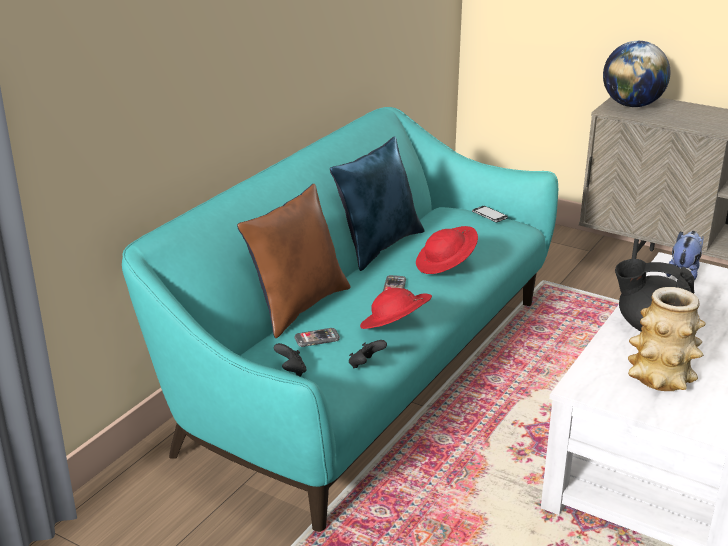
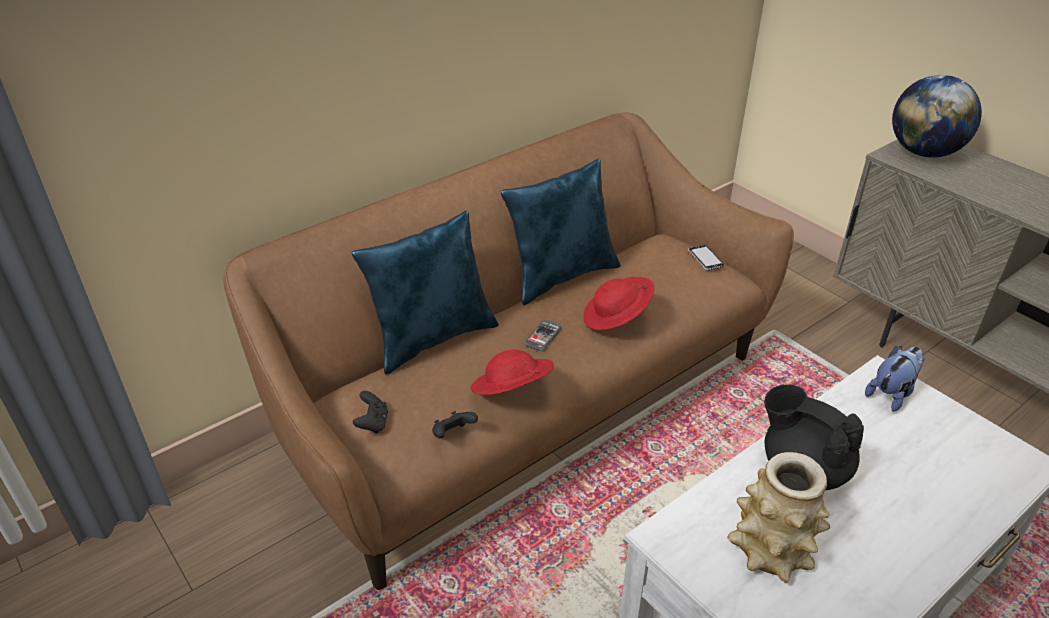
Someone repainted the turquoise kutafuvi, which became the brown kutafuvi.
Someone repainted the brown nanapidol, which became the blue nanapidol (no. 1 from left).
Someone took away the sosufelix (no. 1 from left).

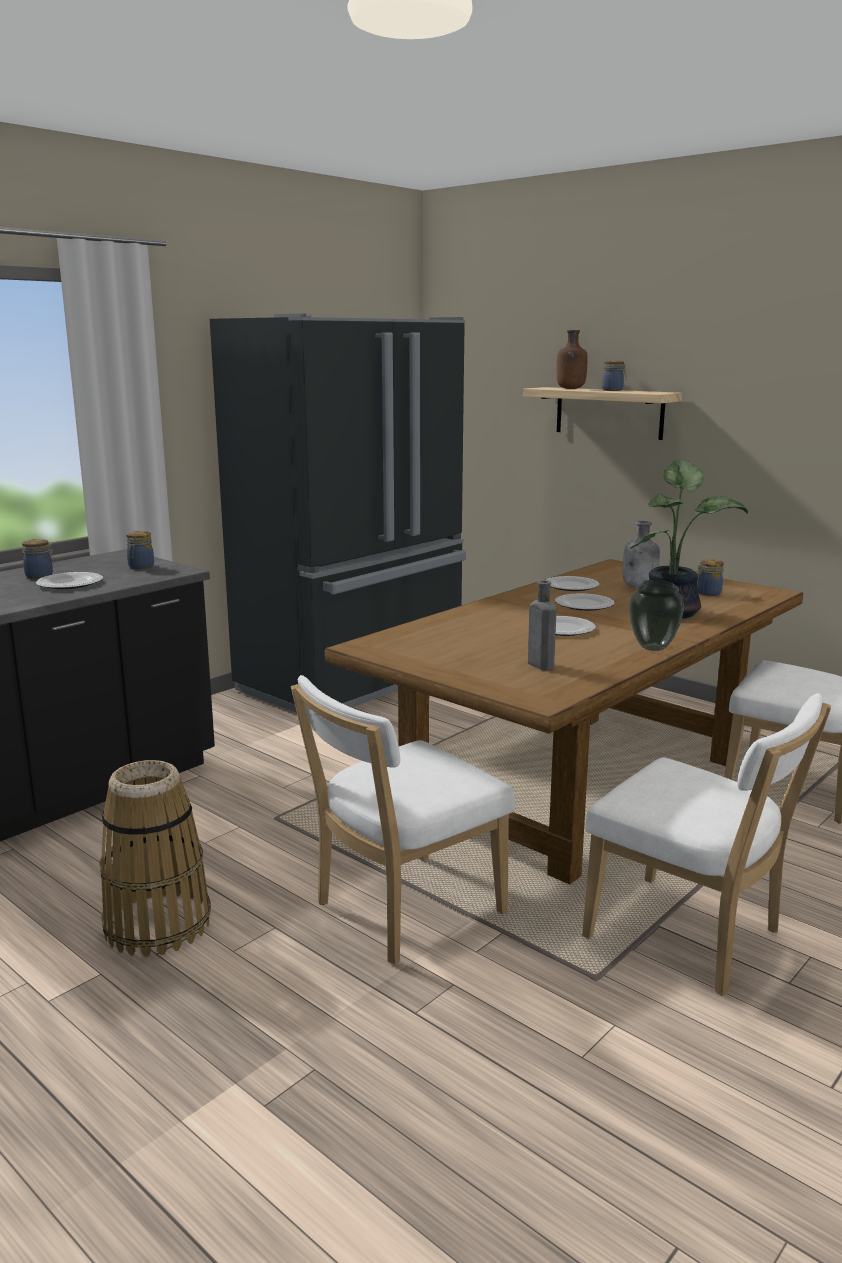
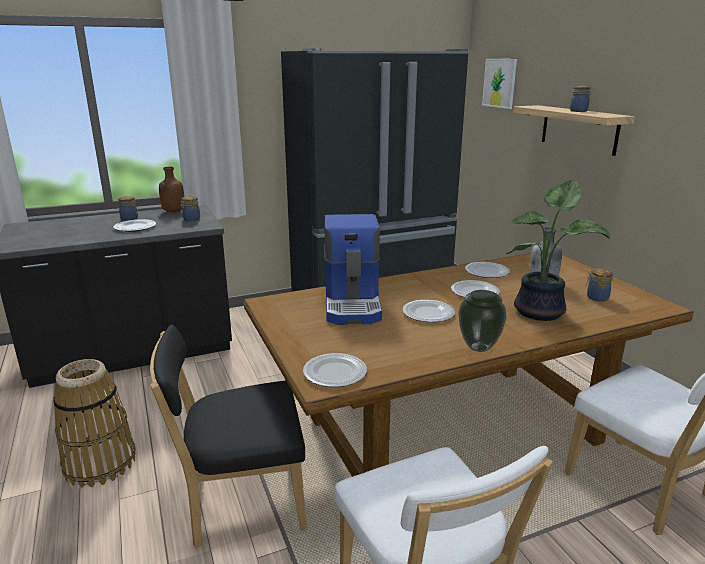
Someone repainted the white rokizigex (no. 1 from left), which became the black rokizigex.
Someone carried the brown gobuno.
Someone put down the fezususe (no. 2 from left).
Someone put down the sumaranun.
Someone put up the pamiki.
Someone took away the grey gobuno (no. 1 from left).

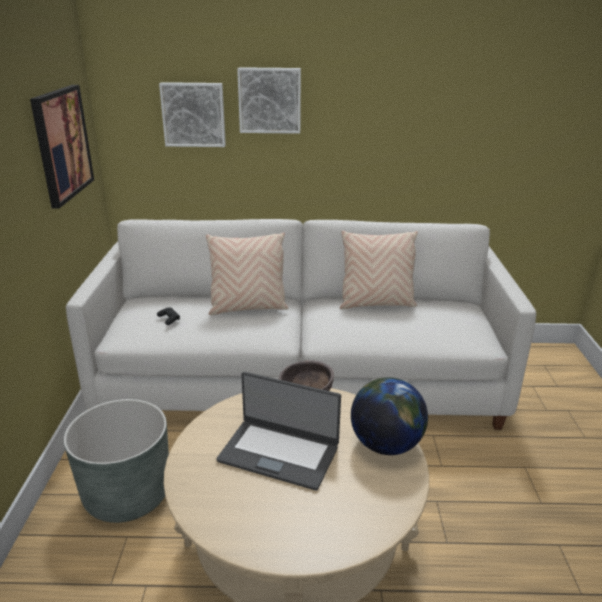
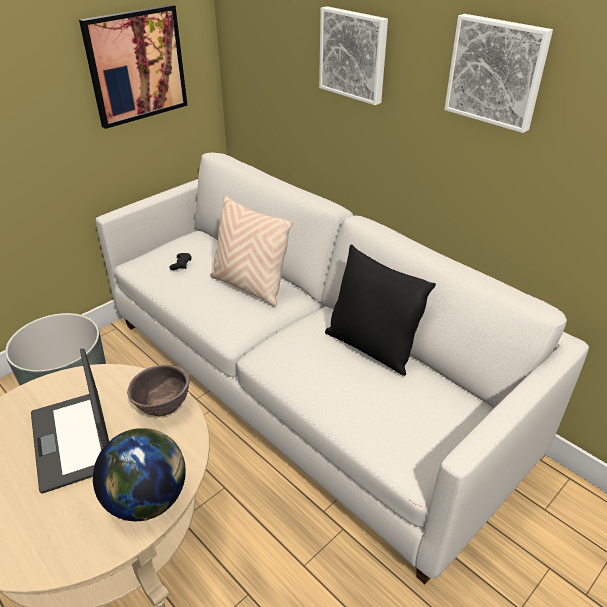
Someone repainted the beige nanapidol (no. 2 from left), which became the black nanapidol.
Someone carried the pamiki (no. 2 from left in the first image).

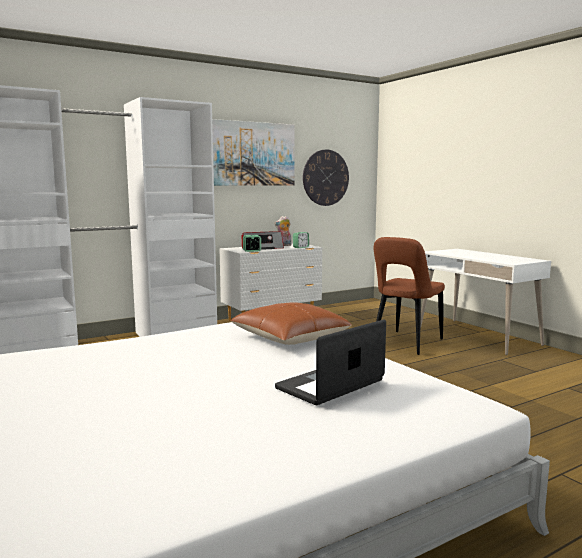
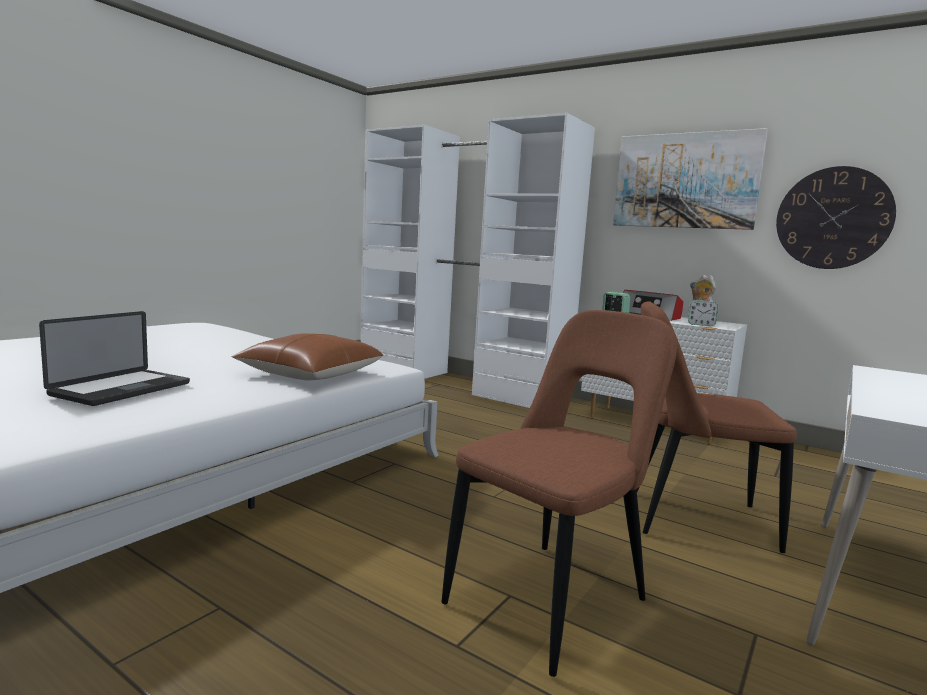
Someone rotated the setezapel by 90 degrees clockwise.
Someone put down the brown rokizigex (no. 1 from left).

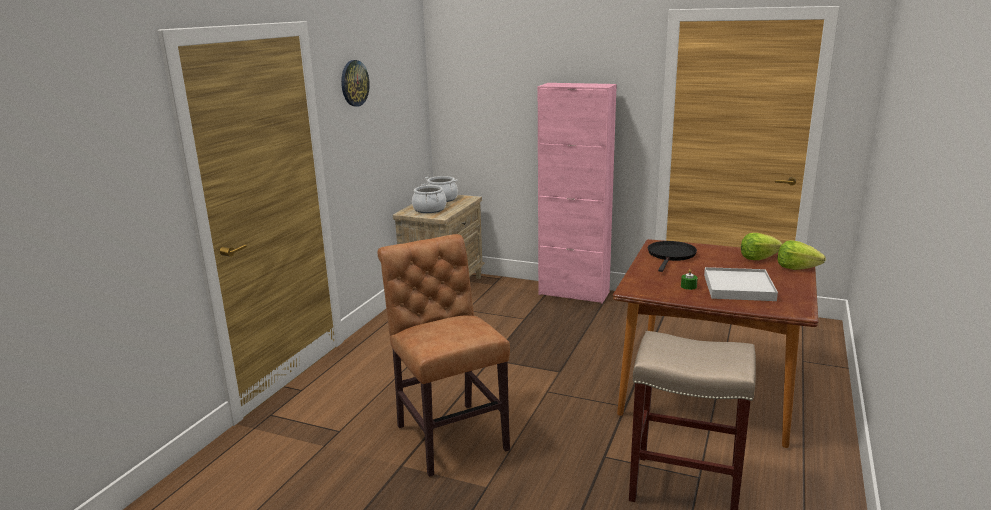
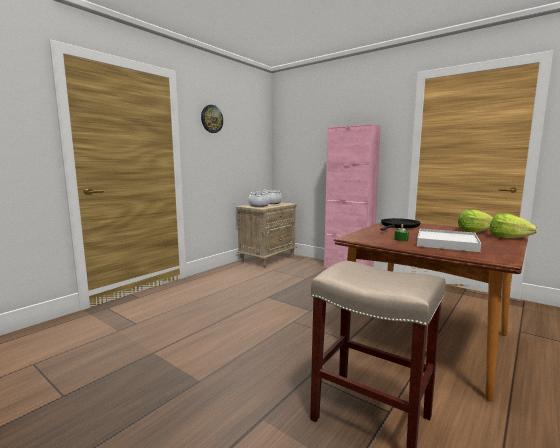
Someone took away the brown rokizigex.

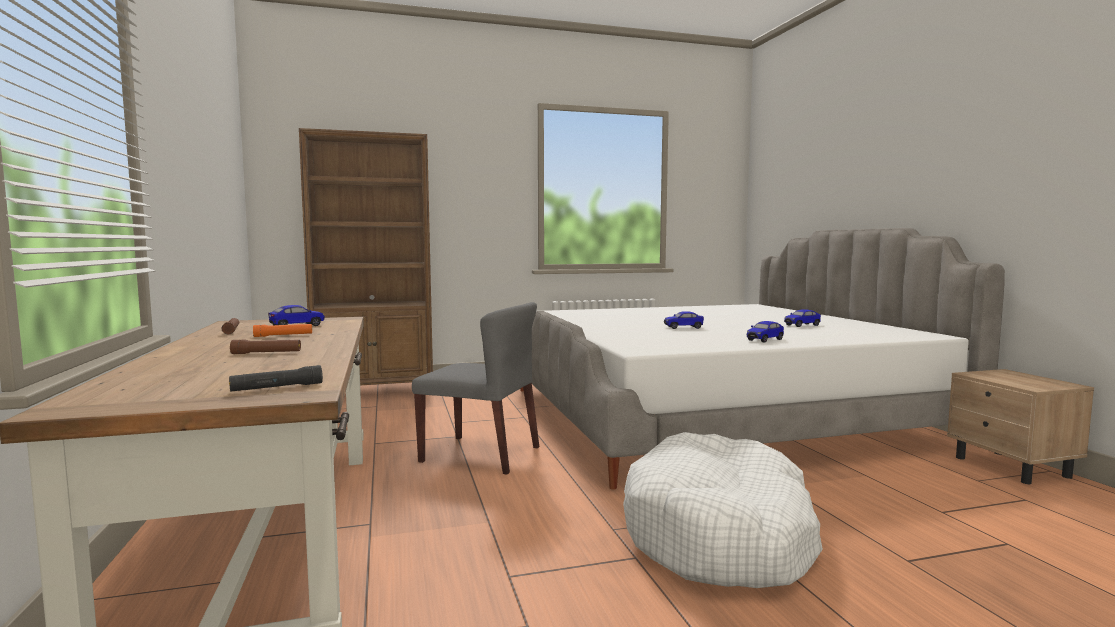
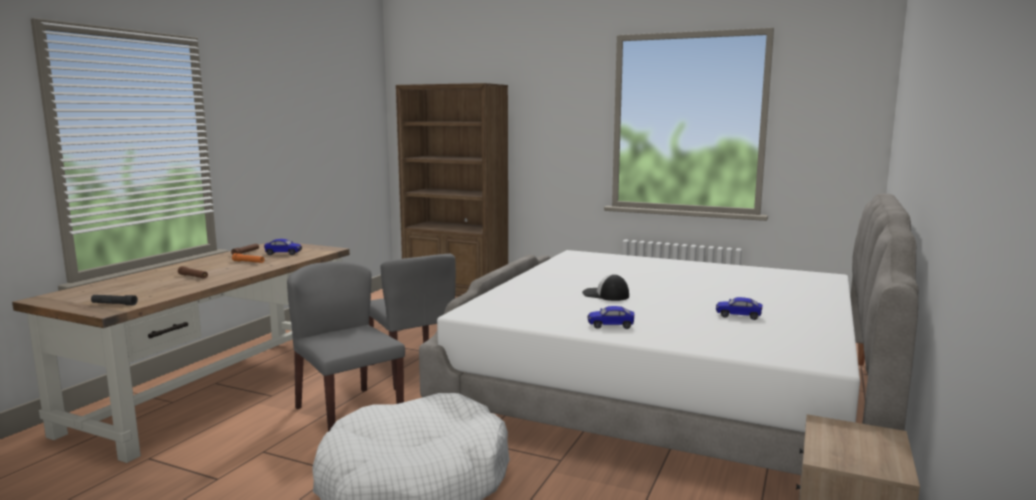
Someone put down the grey rokizigex (no. 1 from left).
Someone swapped the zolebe (no. 2 from left) for the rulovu.

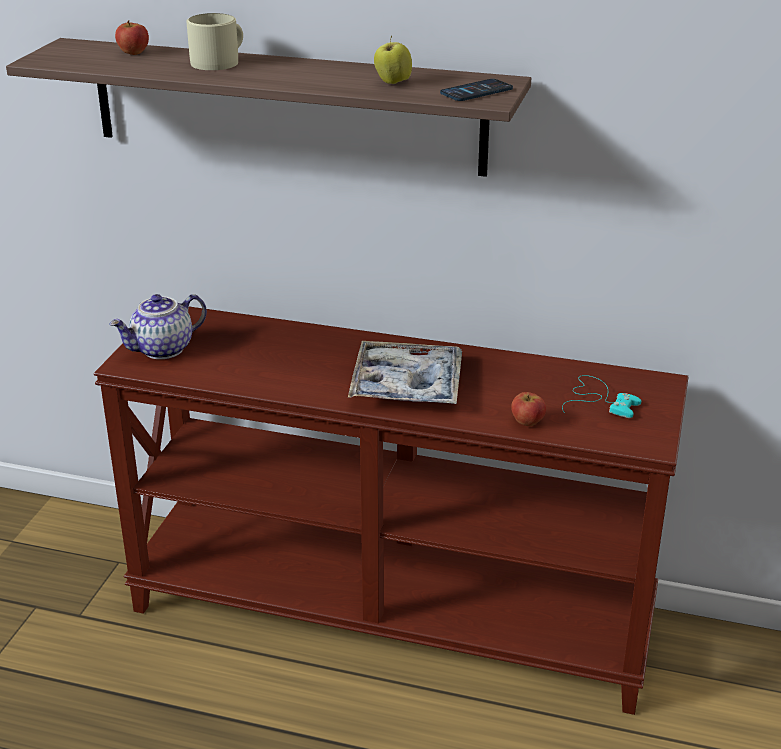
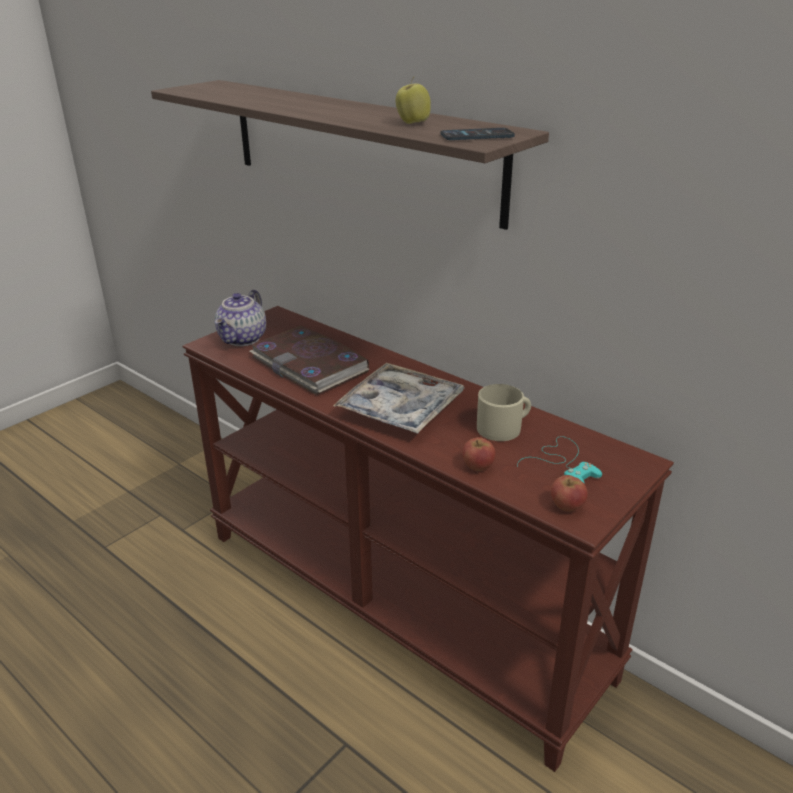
Someone rotated the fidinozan by 60 degrees counterclockwise.
Someone put down the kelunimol.
Someone carried the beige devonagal.
Someone carried the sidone (no. 1 from left in the first image).

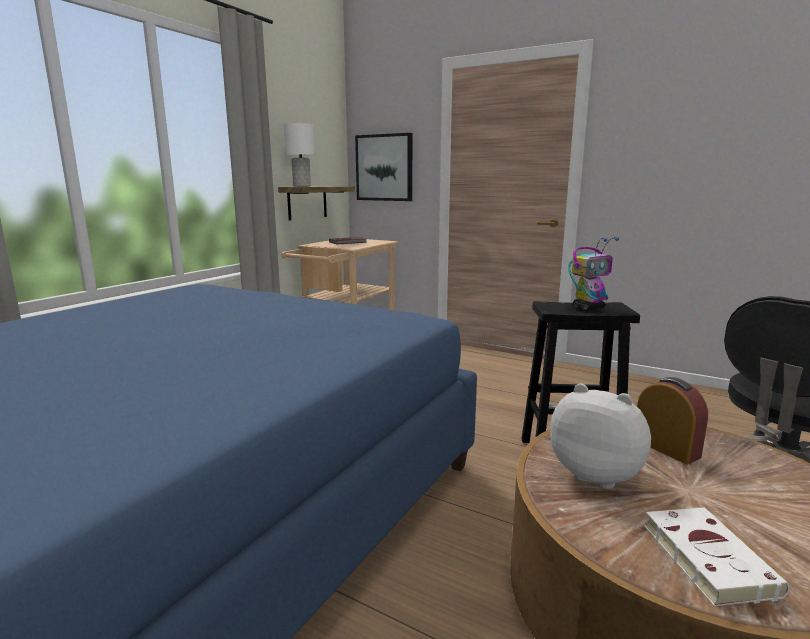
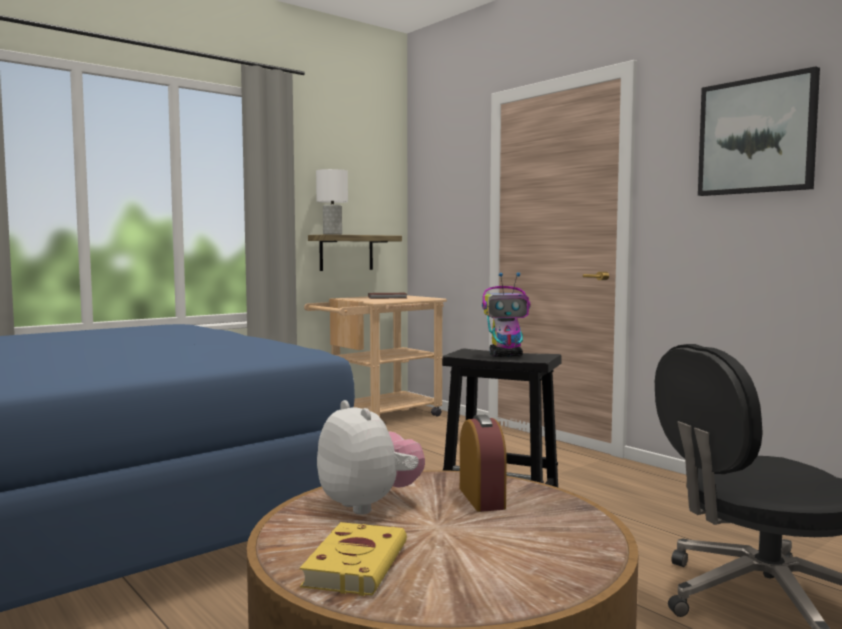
Someone repainted the white kelunimol, which became the yellow kelunimol.
Someone carried the pamiki.

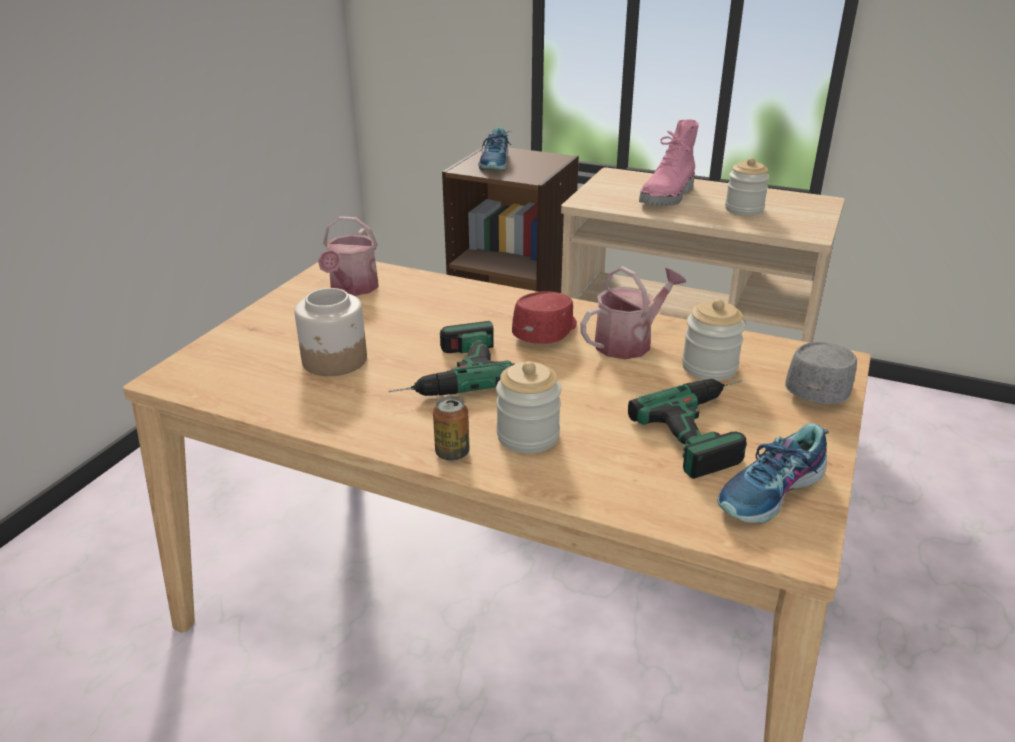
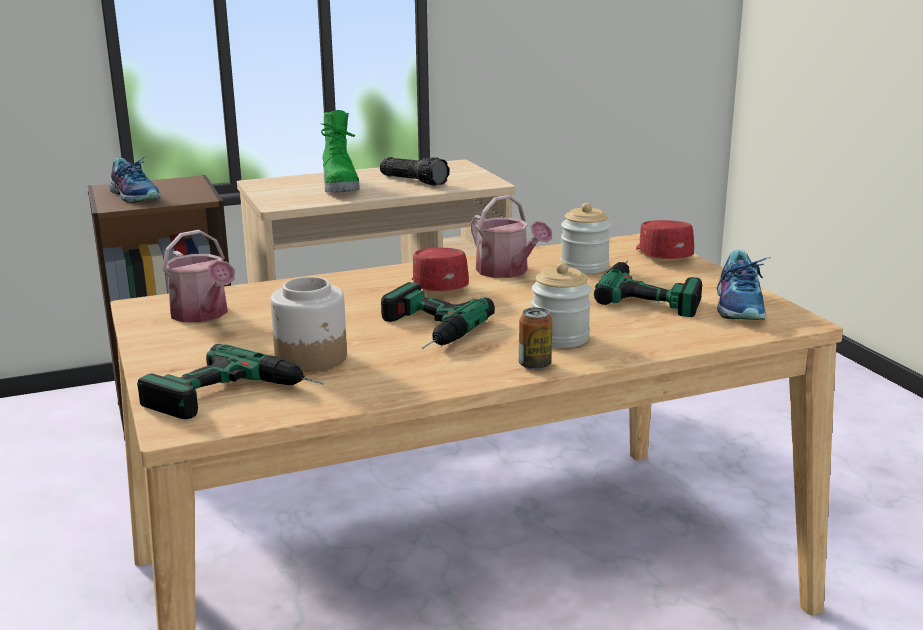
Someone put down the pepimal (no. 1 from left).
Someone repainted the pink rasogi, which became the green rasogi.
Someone swapped the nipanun (no. 4 from left) for the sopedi.
Someone rotated the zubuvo (no. 2 from left) by 135 degrees clockwise.
Someone repainted the grey rulovu, which became the red rulovu (no. 2 from left).

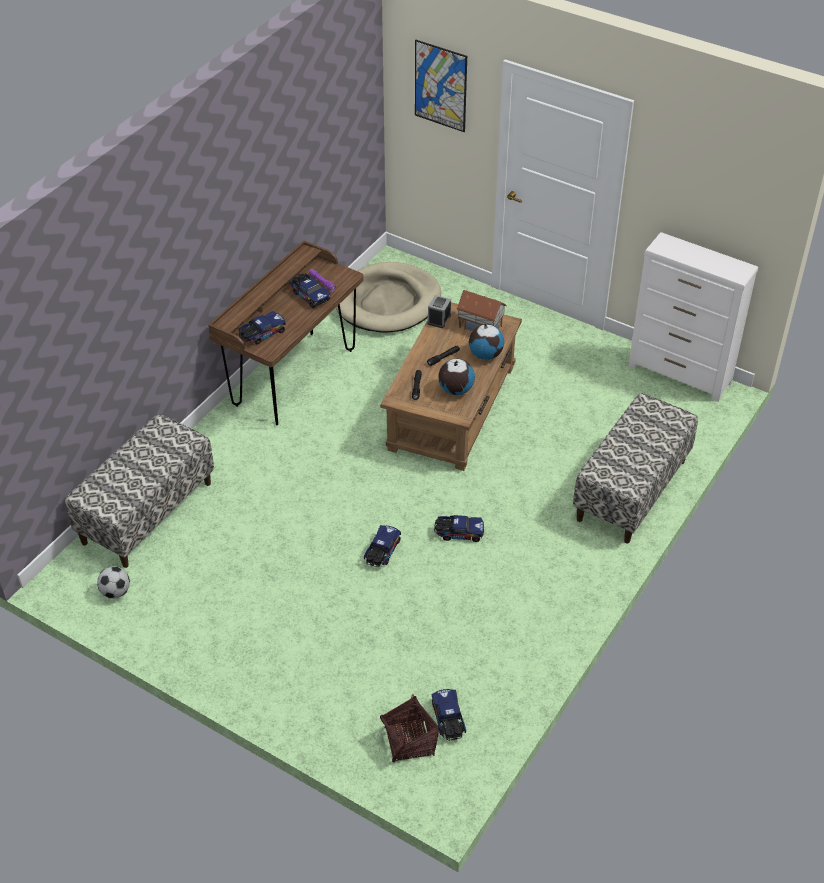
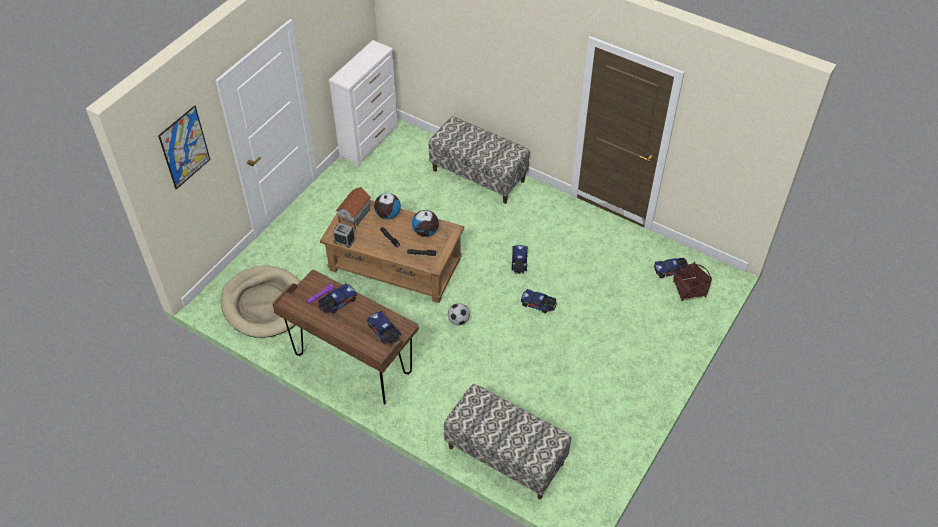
Someone carried the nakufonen.

